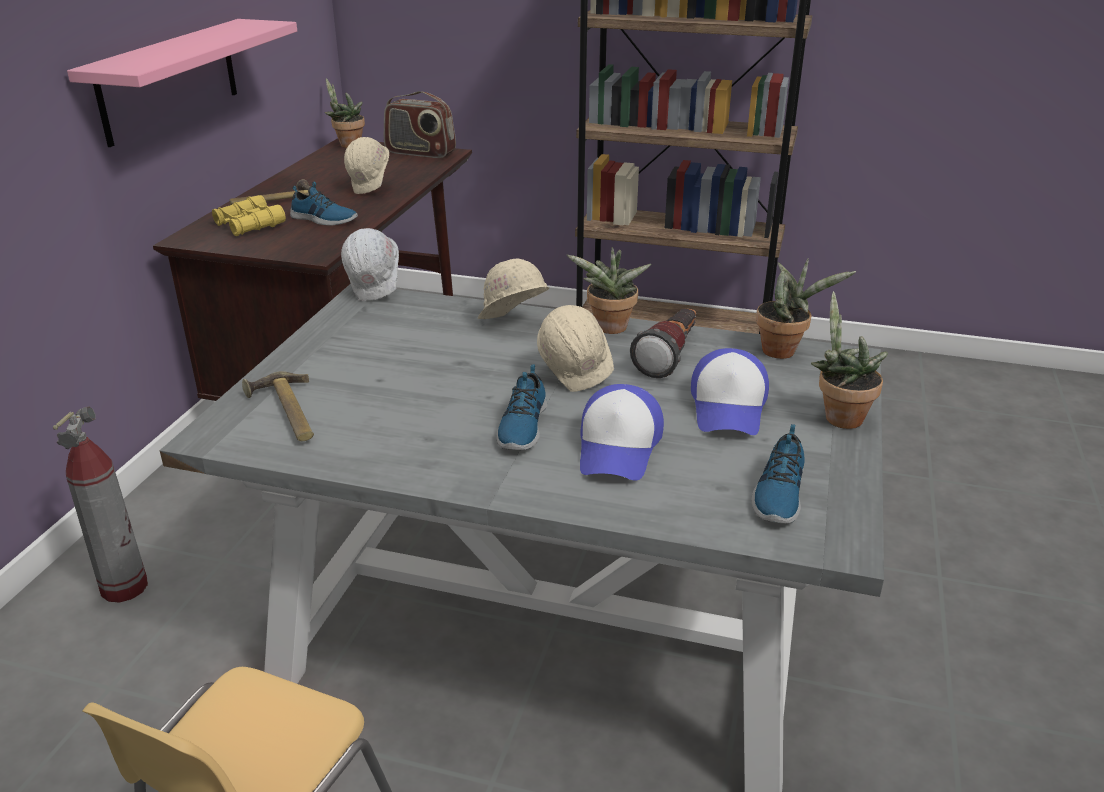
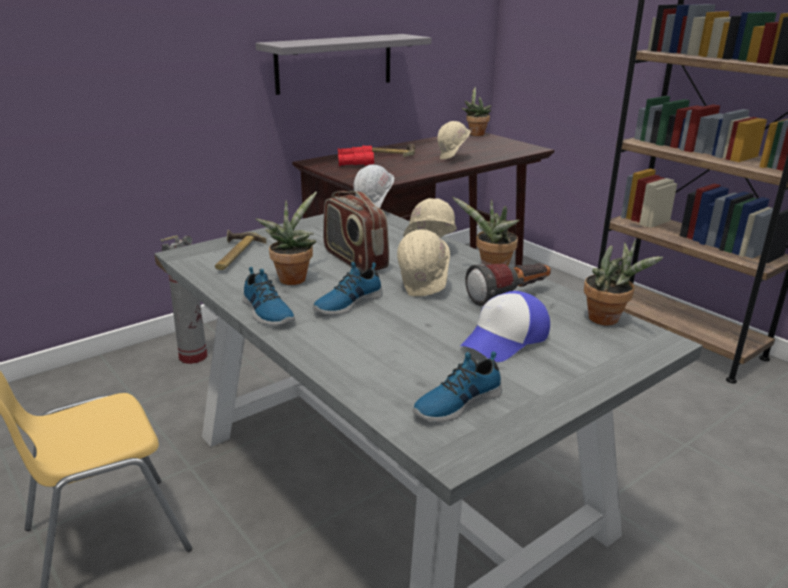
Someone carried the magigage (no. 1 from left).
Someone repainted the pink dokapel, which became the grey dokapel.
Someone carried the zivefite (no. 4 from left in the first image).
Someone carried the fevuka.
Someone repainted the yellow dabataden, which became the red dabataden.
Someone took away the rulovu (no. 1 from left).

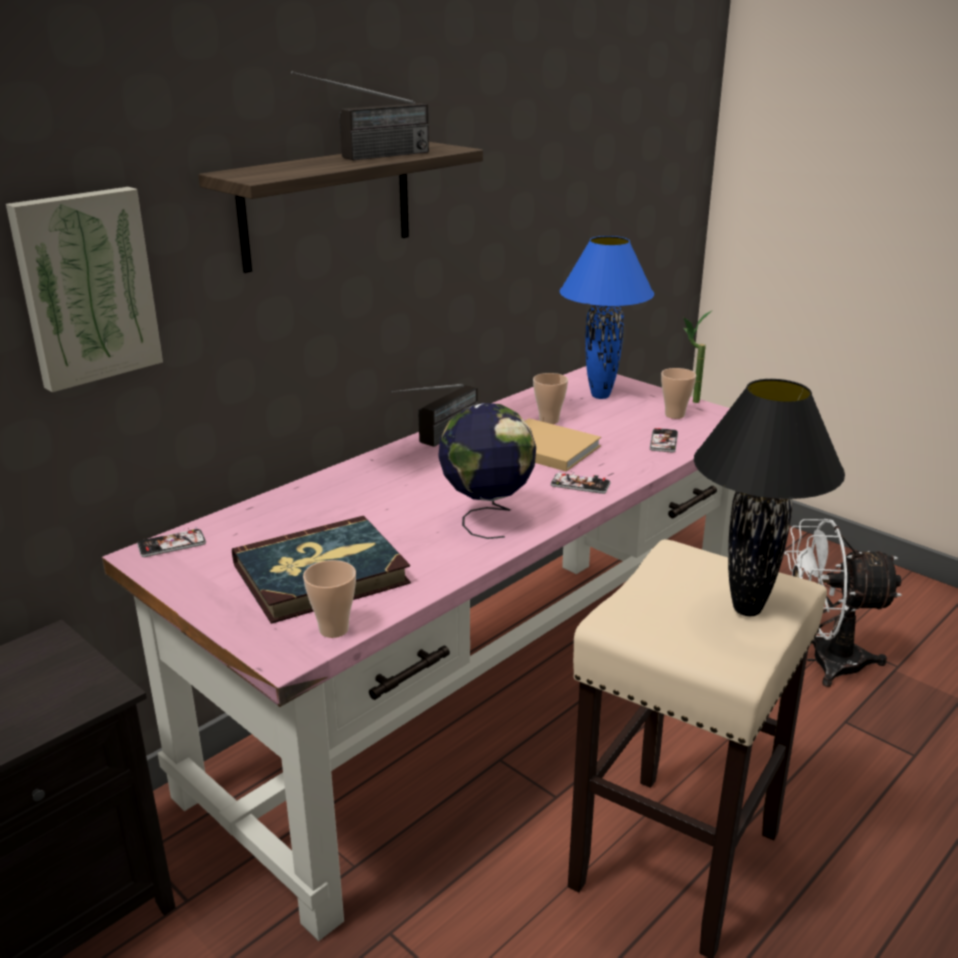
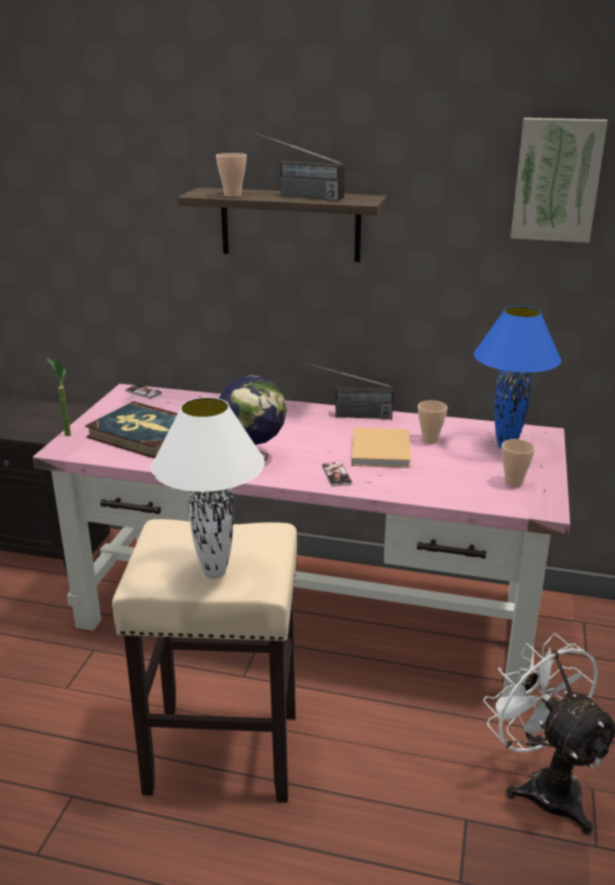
Someone carried the zivefite.
Someone repainted the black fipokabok, which became the white fipokabok.
Someone carried the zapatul (no. 1 from left).
Someone carried the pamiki.
Someone took away the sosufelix (no. 3 from left).

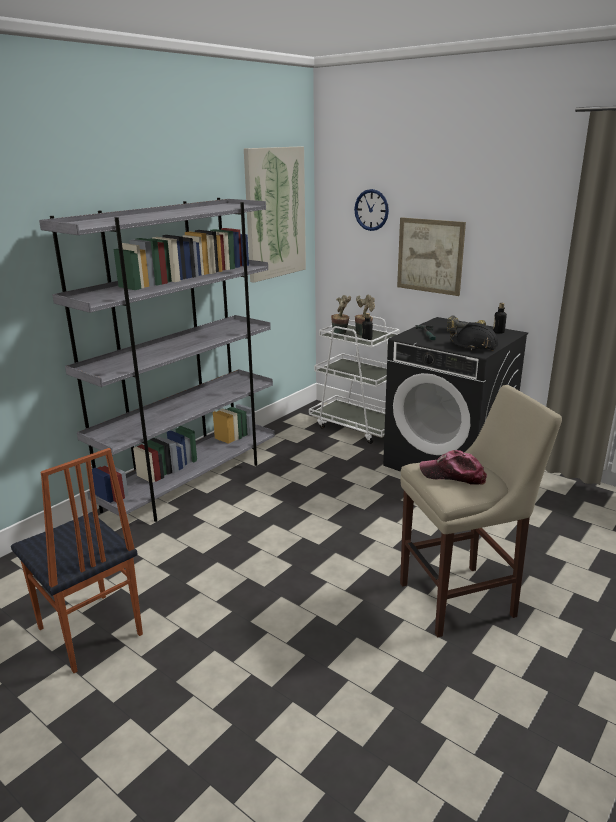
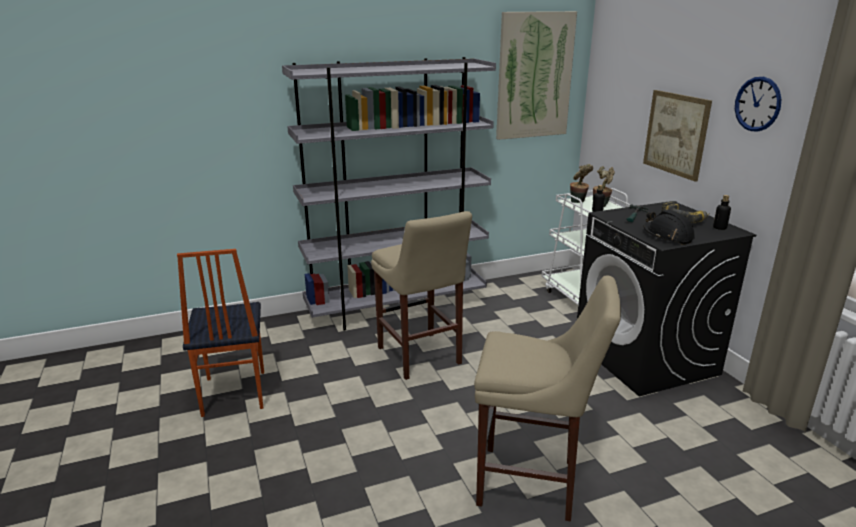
Someone put down the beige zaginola (no. 1 from left).
Someone carried the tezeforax.
Someone took away the rulovu.

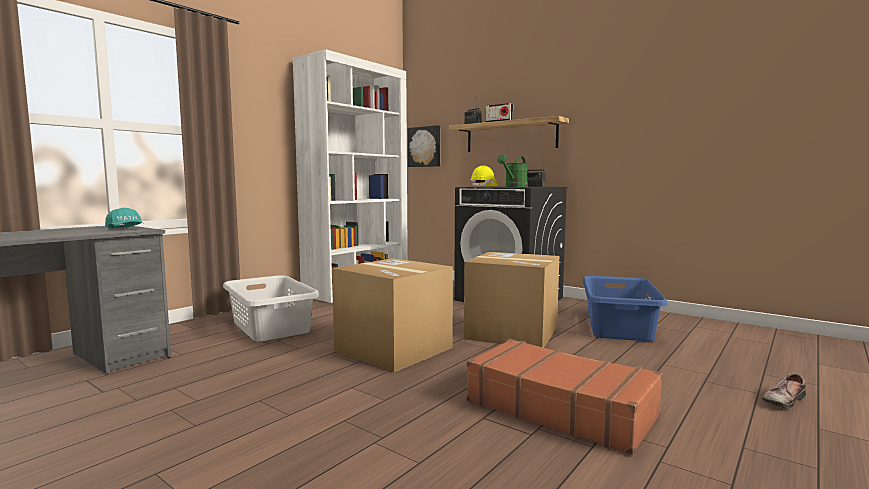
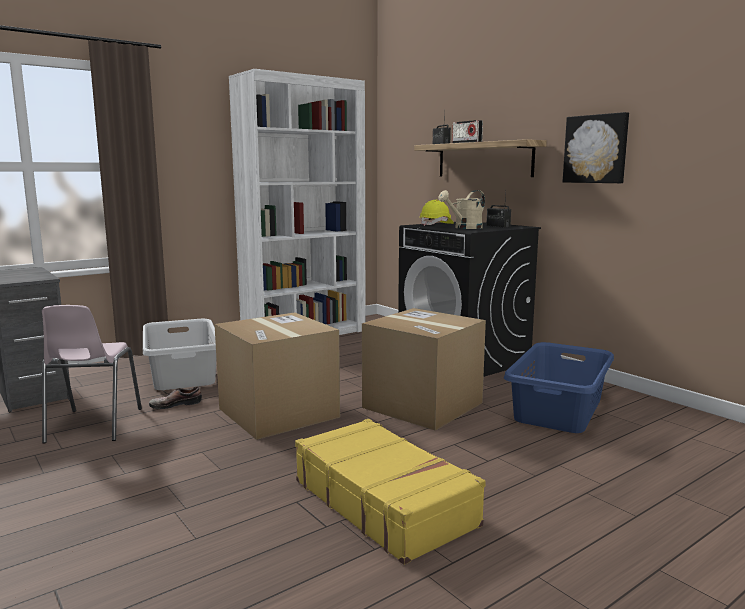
Someone put down the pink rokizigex.
Someone carried the magigage.
Someone repainted the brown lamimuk, which became the yellow lamimuk.
Someone repainted the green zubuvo, which became the beige zubuvo.
Someone carried the pamiki.
Someone took away the turquoise rulovu.

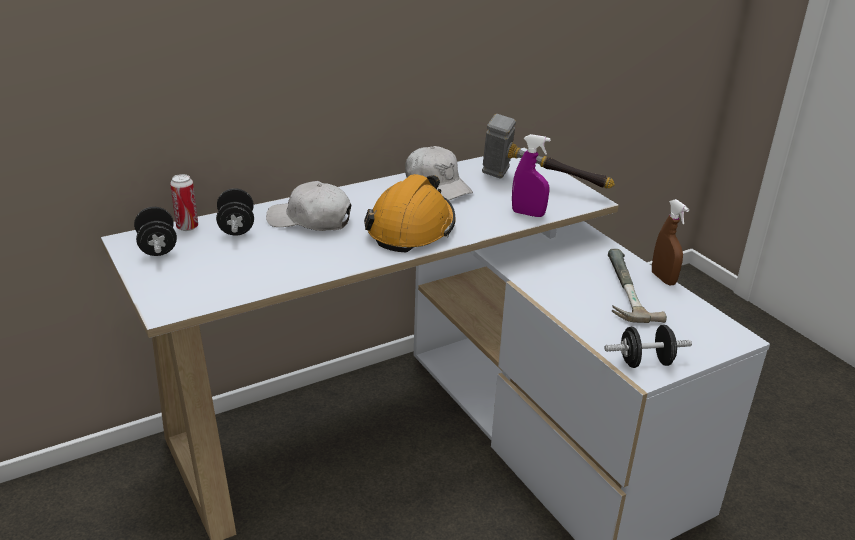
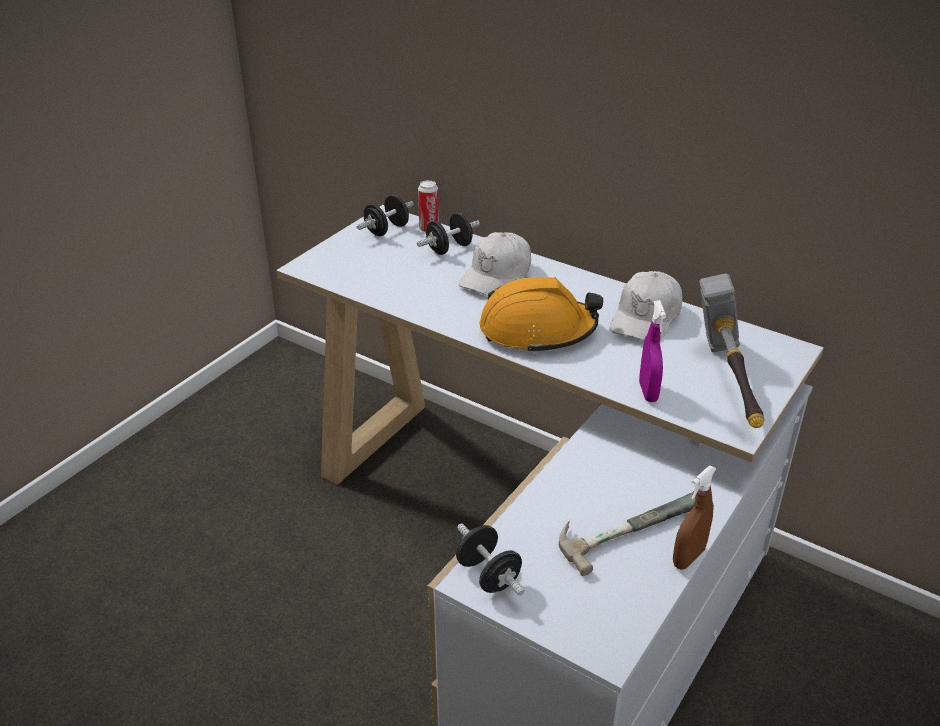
Someone rotated the white rulovu (no. 1 from left) by 135 degrees counterclockwise.

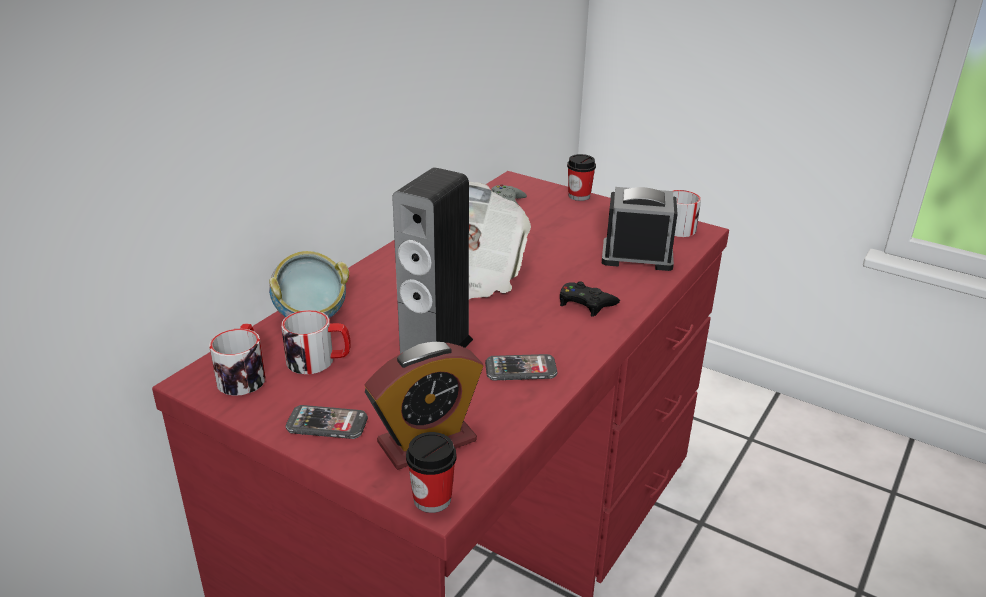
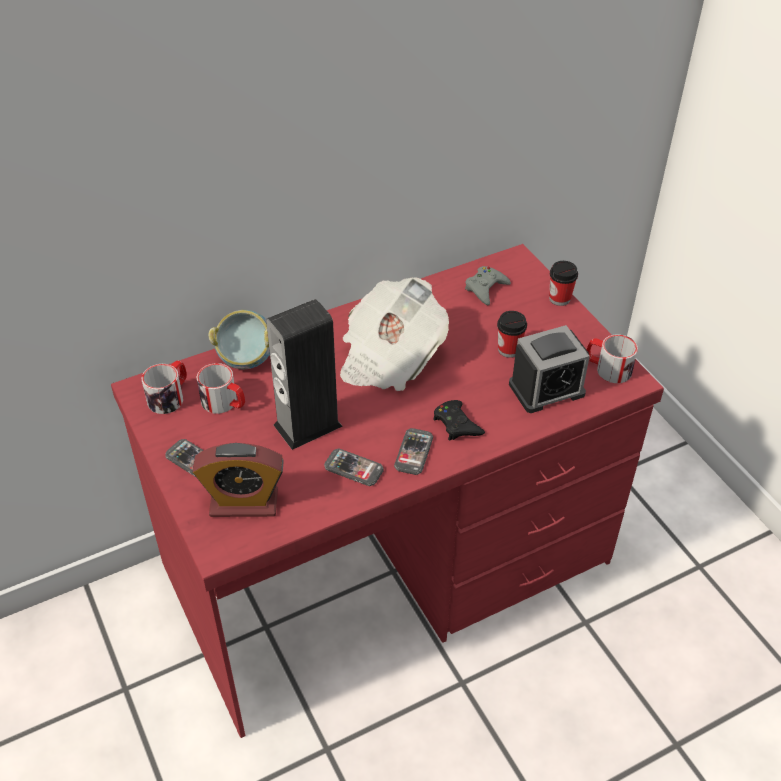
Someone put down the sosufelix (no. 3 from left).
Someone carried the zapatul (no. 1 from left).
Someone rotated the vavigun (no. 2 from left) by 120 degrees clockwise.

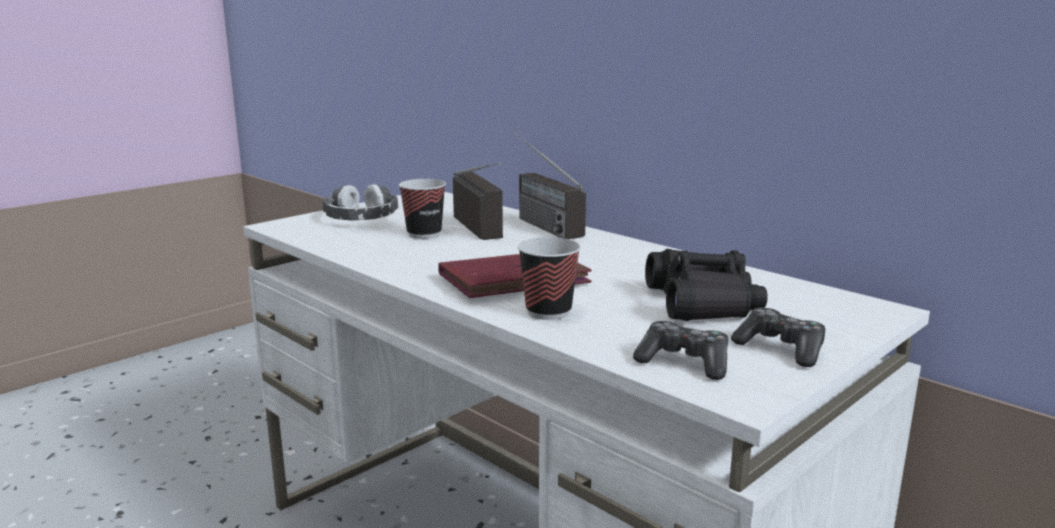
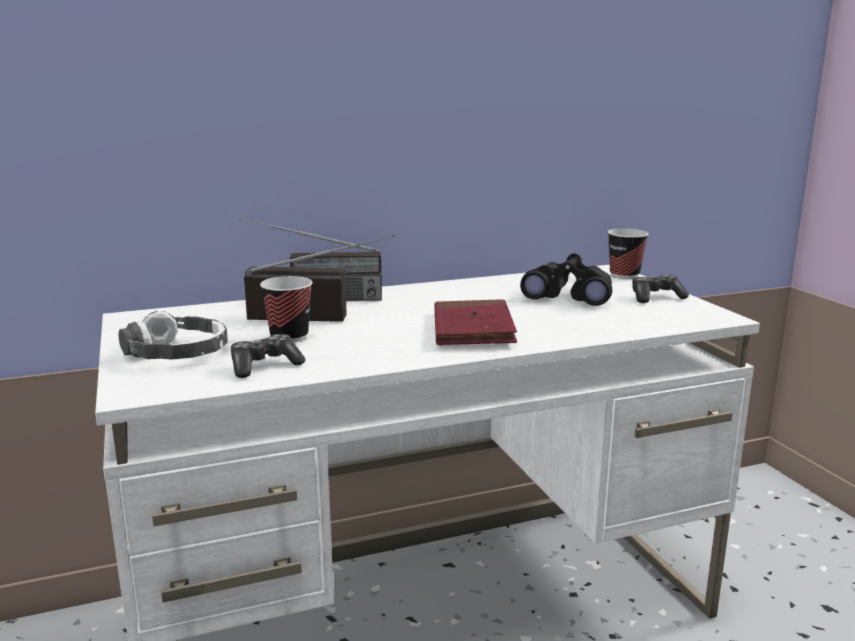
Someone carried the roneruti (no. 1 from left).
Someone carried the zapatul (no. 2 from left).

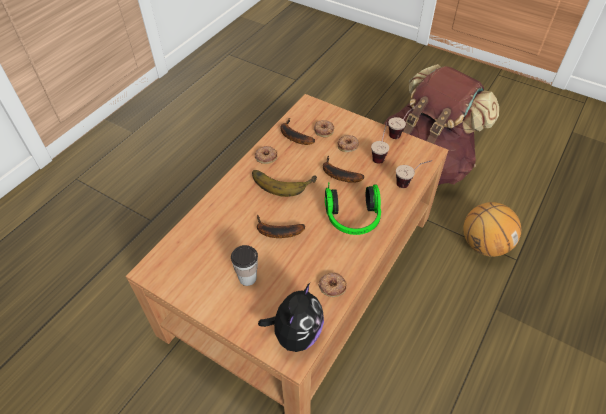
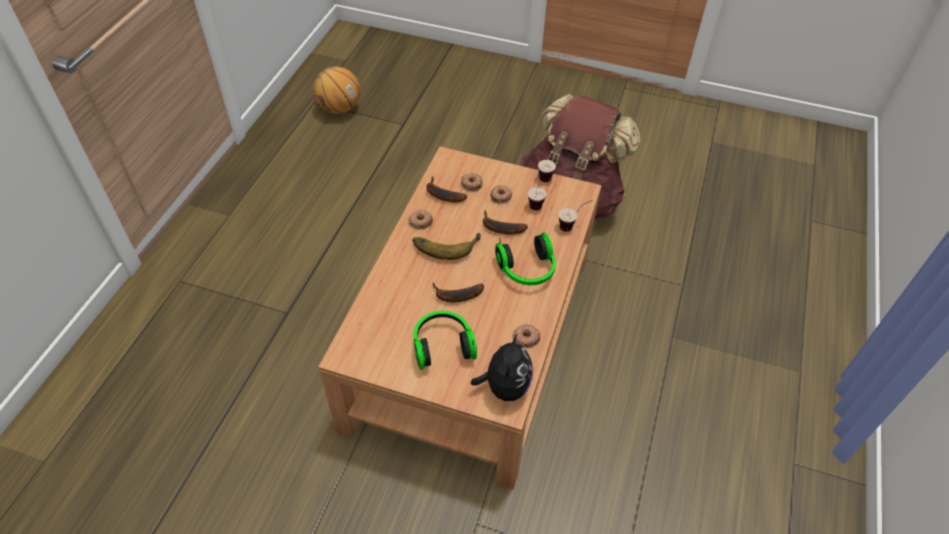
Someone carried the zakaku.
Someone swapped the zapatul (no. 1 from left) for the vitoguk (no. 1 from left).

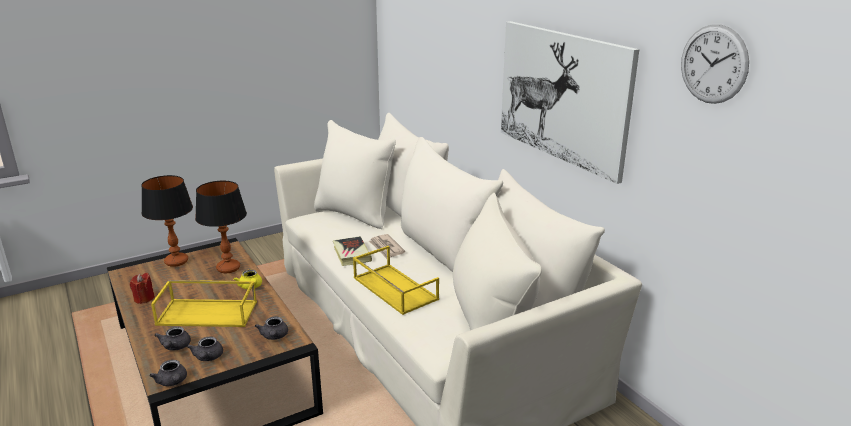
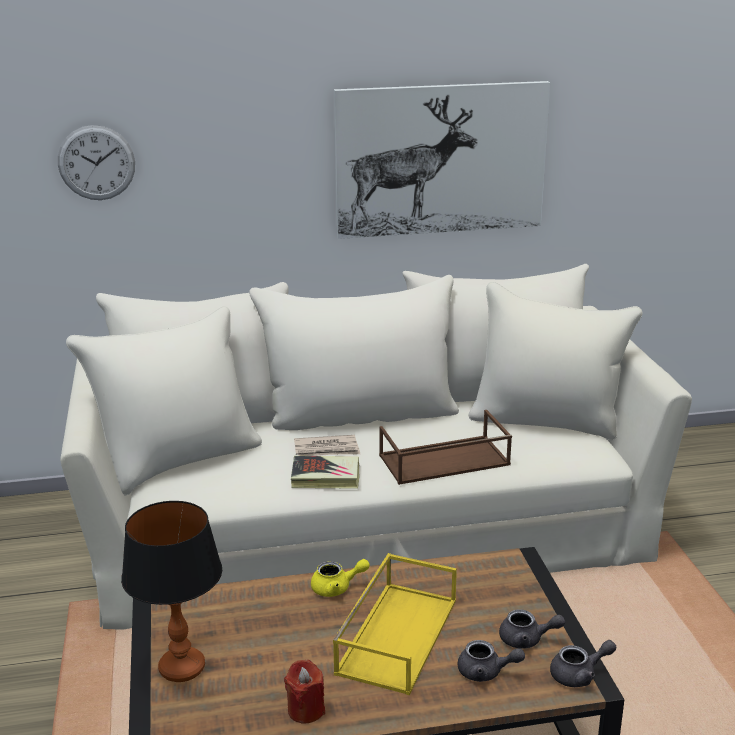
Someone carried the tezeforax.
Someone repainted the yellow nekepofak (no. 2 from left), which became the brown nekepofak.
Someone took away the fipokabok (no. 2 from left).
Someone took away the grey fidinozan (no. 4 from left).

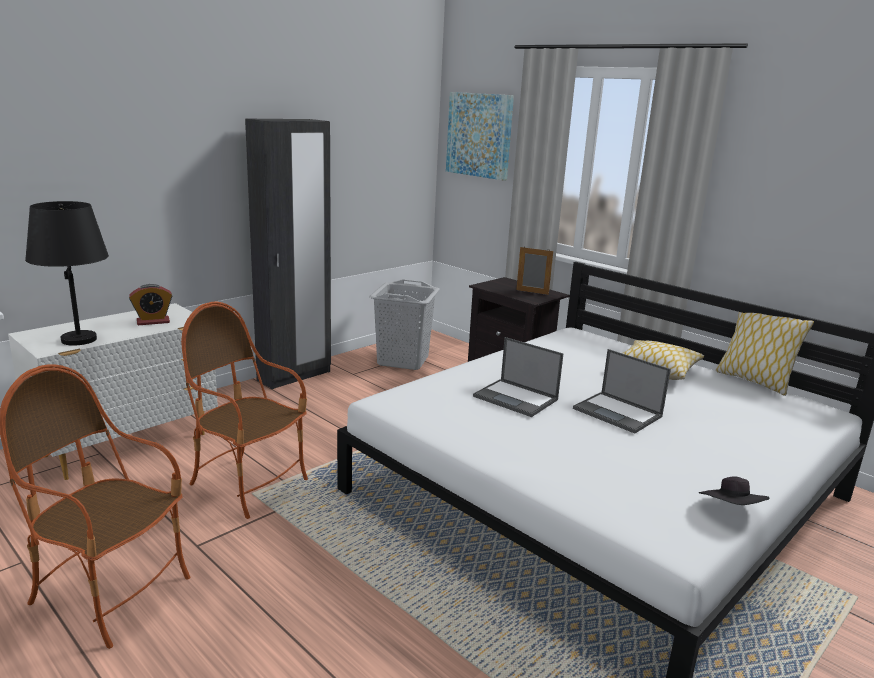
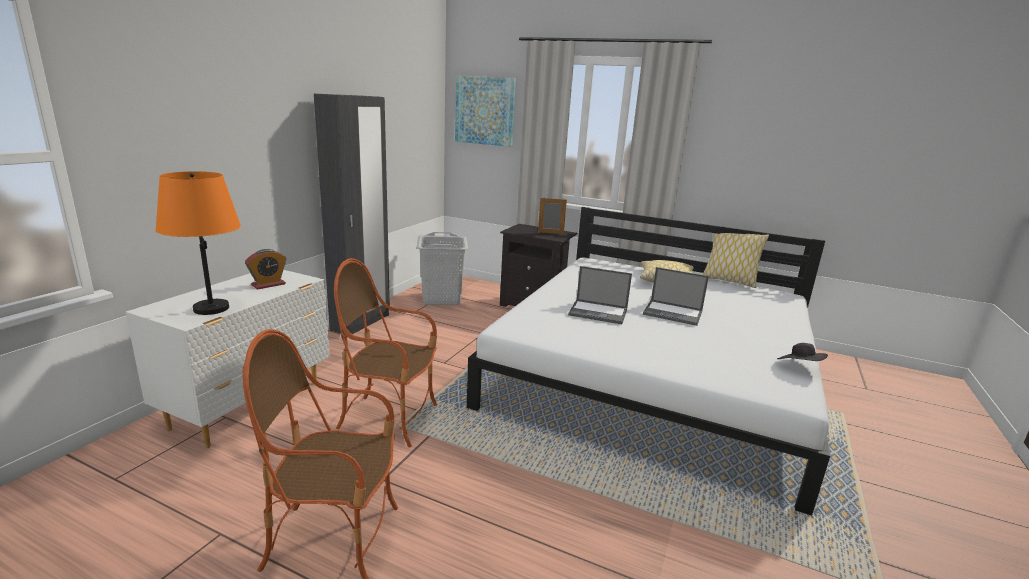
Someone repainted the black fipokabok, which became the orange fipokabok.

